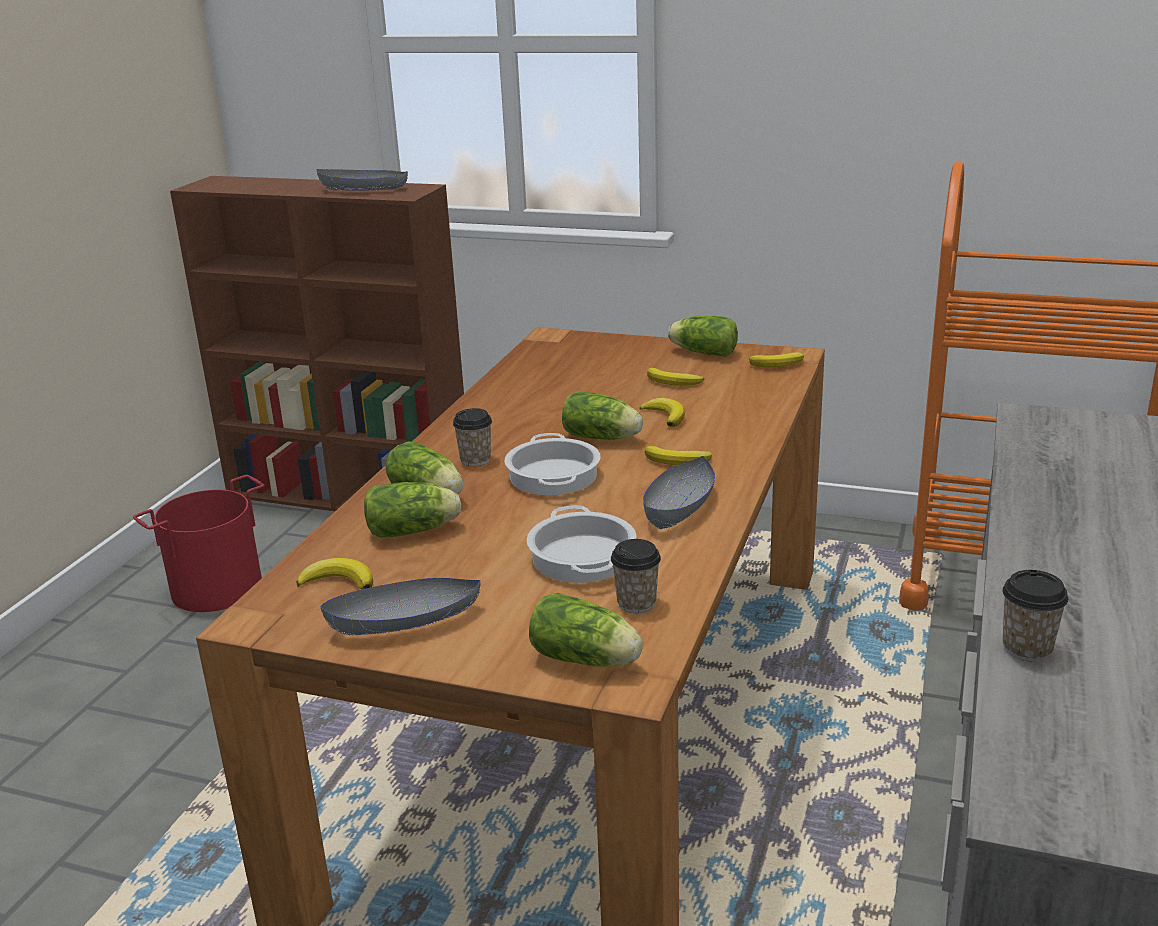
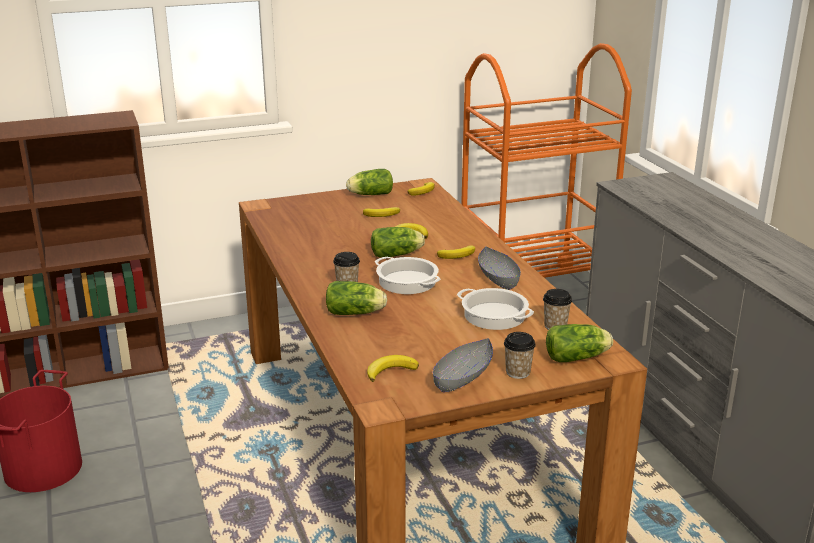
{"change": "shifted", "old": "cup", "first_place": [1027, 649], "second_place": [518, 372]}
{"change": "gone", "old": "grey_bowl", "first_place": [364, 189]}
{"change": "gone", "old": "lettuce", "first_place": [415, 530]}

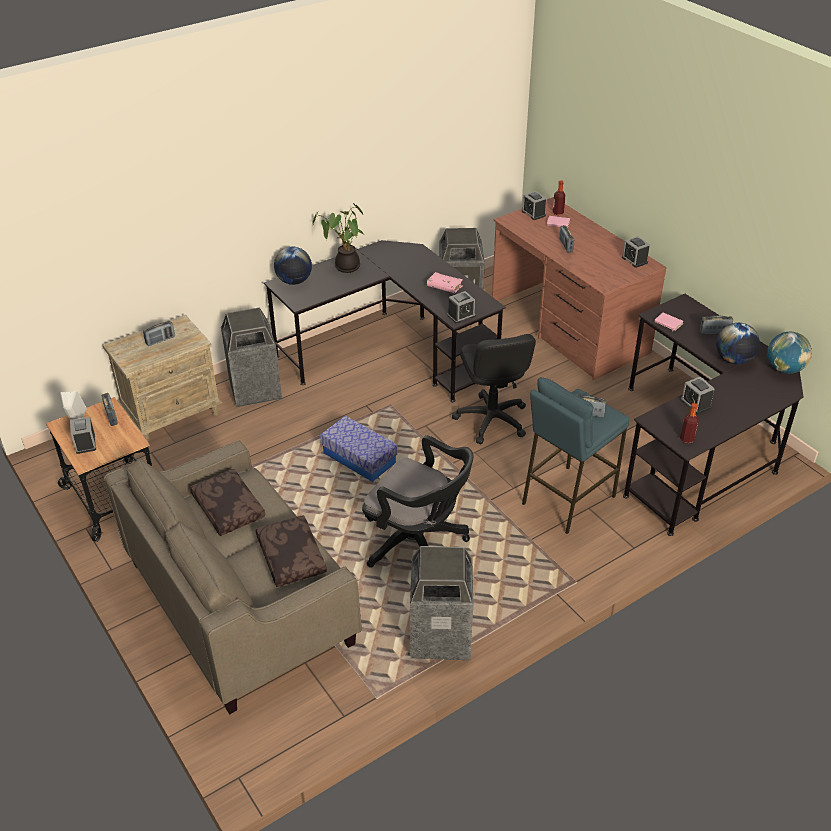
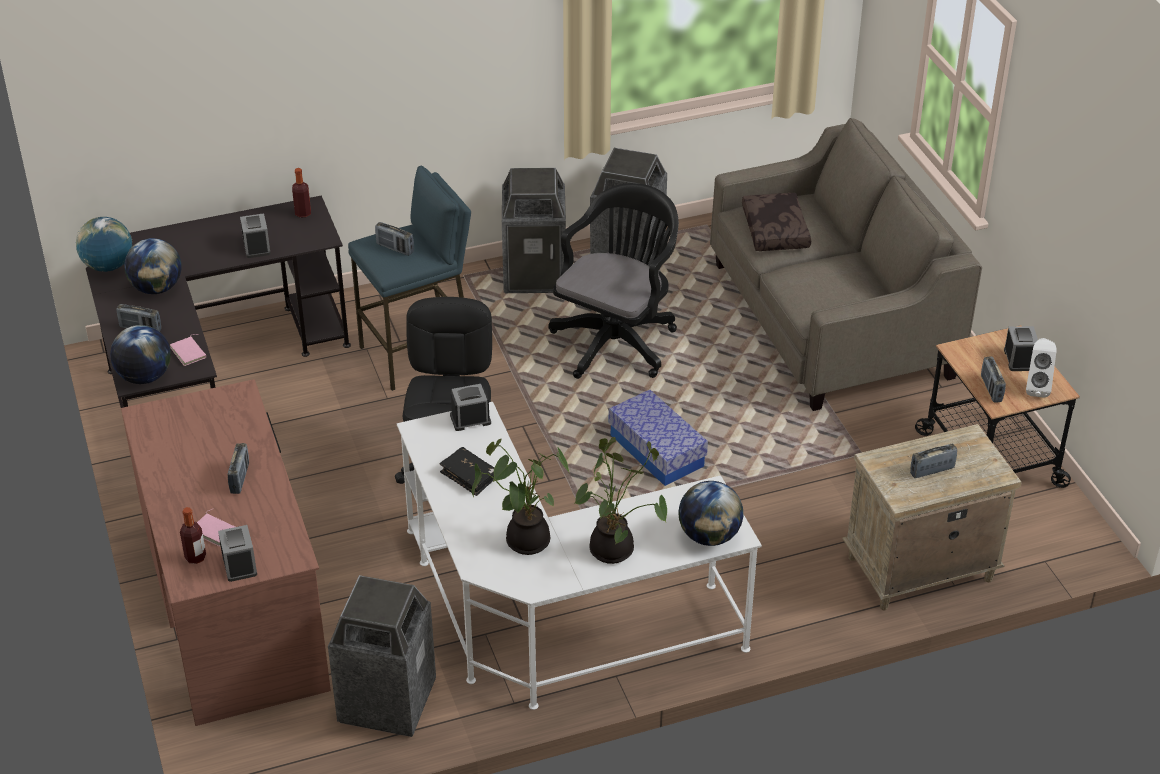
{"change": "new", "new": "globe", "second_place": [144, 377]}
{"change": "repainted", "old": "black_desk", "new": "white_desk", "first_place": [390, 352], "second_place": [554, 617]}
{"change": "repainted", "old": "pink_book", "new": "black_book", "first_place": [444, 287], "second_place": [469, 476]}
{"change": "new", "new": "potted_plant", "second_place": [524, 539]}
{"change": "shifted", "old": "trash_can", "first_place": [255, 390], "second_place": [535, 275]}
{"change": "rotated", "old": "black_office_chair", "first_place": [418, 544], "second_place": [617, 340], "degrees": 75}
{"change": "gone", "old": "brown_pillow", "first_place": [227, 508]}
{"change": "gone", "old": "alarm_clock", "first_place": [634, 260]}

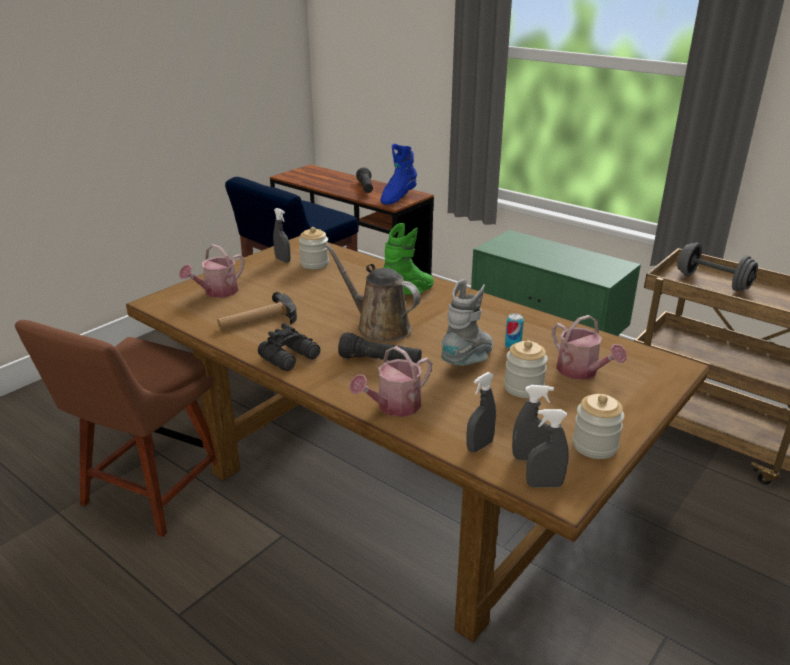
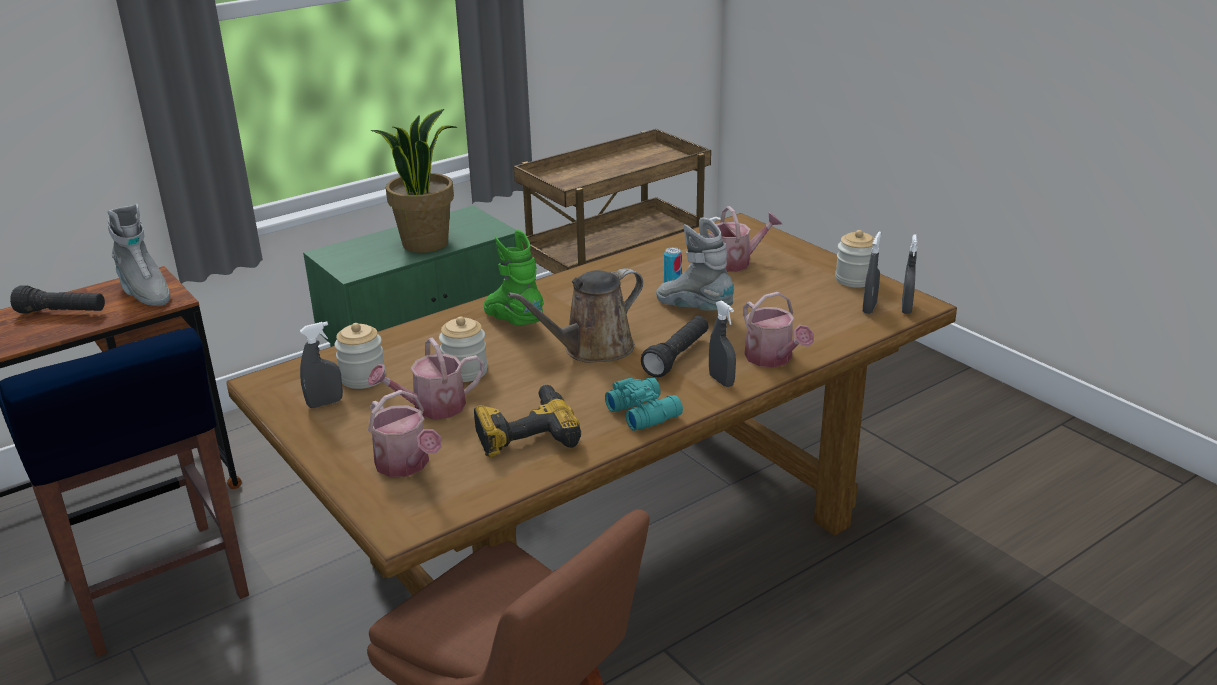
{"change": "repainted", "old": "blue_boot", "new": "grey_boot", "first_place": [397, 197], "second_place": [144, 292]}
{"change": "new", "new": "watering_can", "second_place": [432, 407]}
{"change": "new", "new": "potted_plant", "second_place": [425, 243]}
{"change": "shifted", "old": "jar", "first_place": [523, 388], "second_place": [465, 371]}
{"change": "swapped", "old": "hammer", "new": "power_drill", "first_place": [257, 320], "second_place": [525, 432]}
{"change": "repainted", "old": "black_binoculars", "new": "turquoise_binoculars", "first_place": [291, 357], "second_place": [644, 412]}
{"change": "shifted", "old": "grey_spray_bottle", "first_place": [479, 446], "second_place": [721, 381]}
{"change": "gone", "old": "grey_dumbbell", "first_place": [712, 282]}

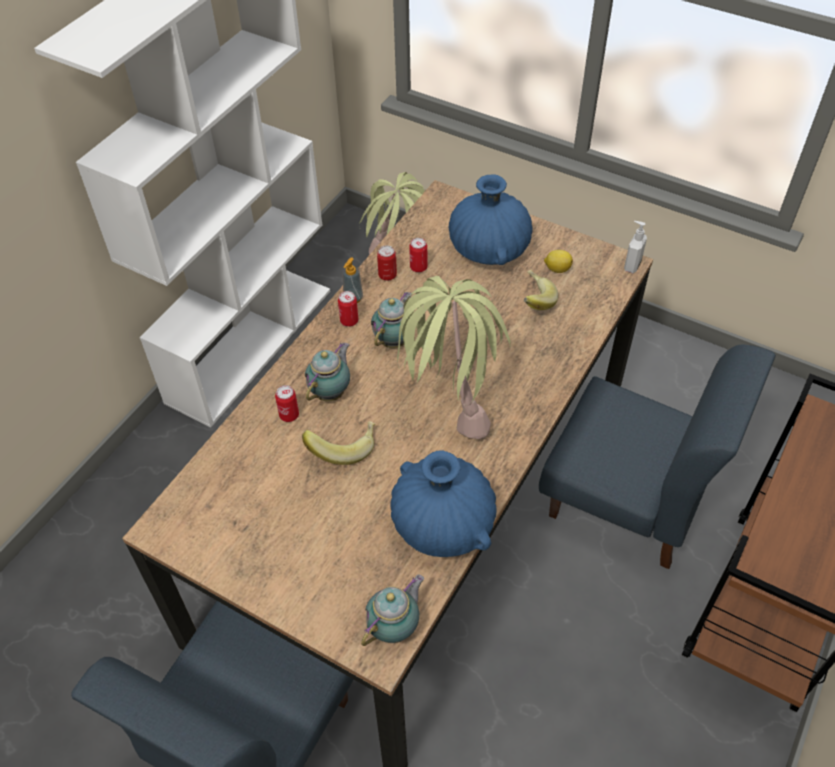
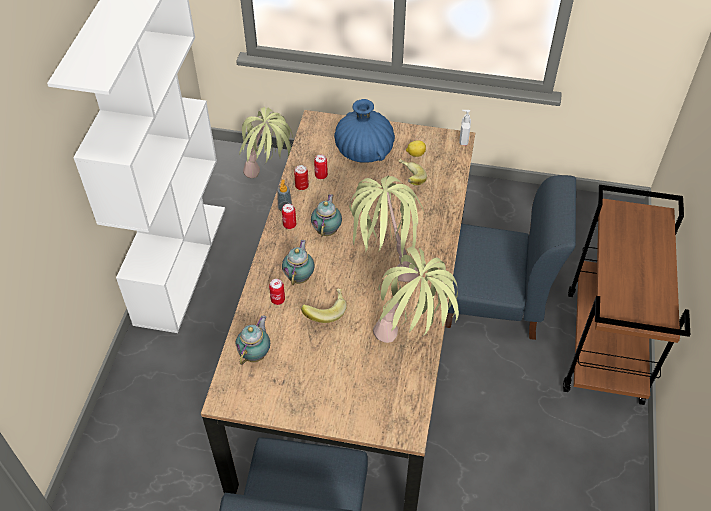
{"change": "shifted", "old": "teapot", "first_place": [395, 627], "second_place": [256, 353]}
{"change": "swapped", "old": "blue_vase", "new": "potted_plant", "first_place": [442, 525], "second_place": [412, 342]}

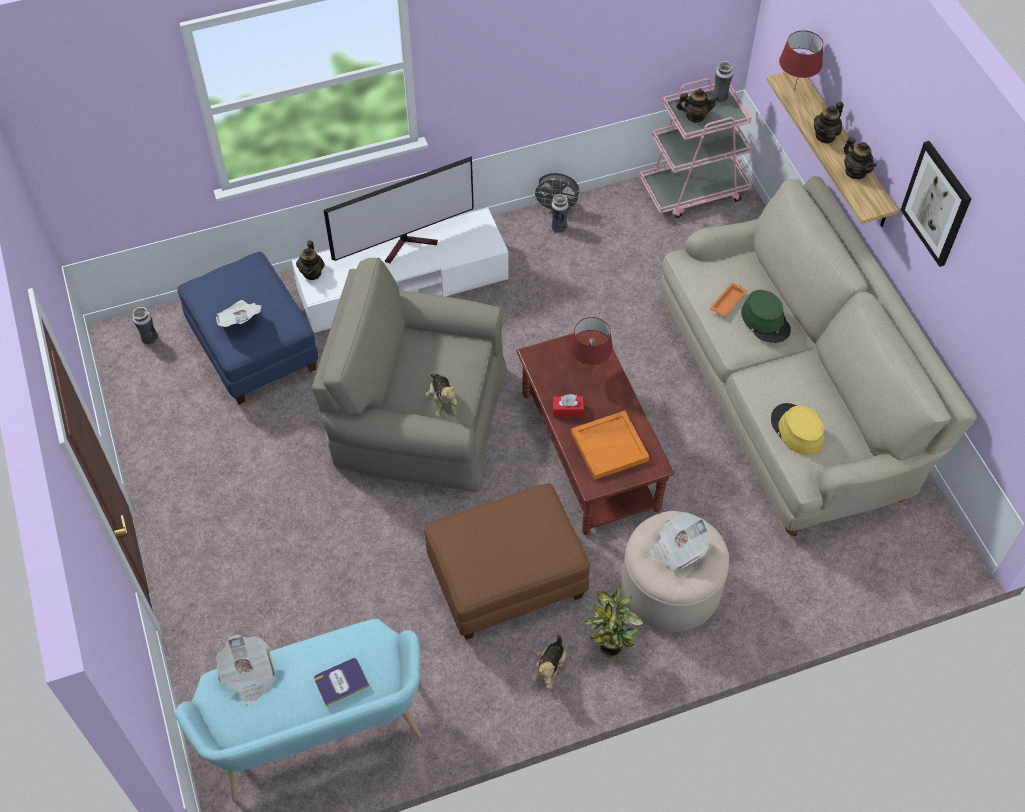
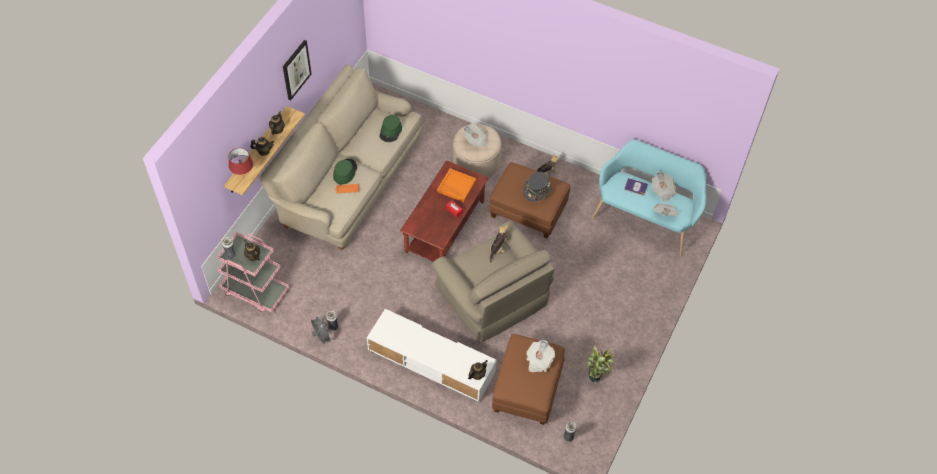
{"change": "repainted", "old": "yellow_hat", "new": "green_hat", "first_place": [796, 430], "second_place": [390, 131]}
{"change": "repainted", "old": "blue_ottoman", "new": "brown_ottoman", "first_place": [253, 348], "second_place": [527, 389]}
{"change": "new", "new": "grey_hat", "second_place": [537, 191]}
{"change": "shifted", "old": "potted_plant", "first_place": [609, 649], "second_place": [595, 377]}
{"change": "new", "new": "newspaper", "second_place": [662, 191]}
{"change": "gone", "old": "television", "first_place": [409, 244]}
{"change": "gone", "old": "red_table_lamp", "first_place": [589, 370]}

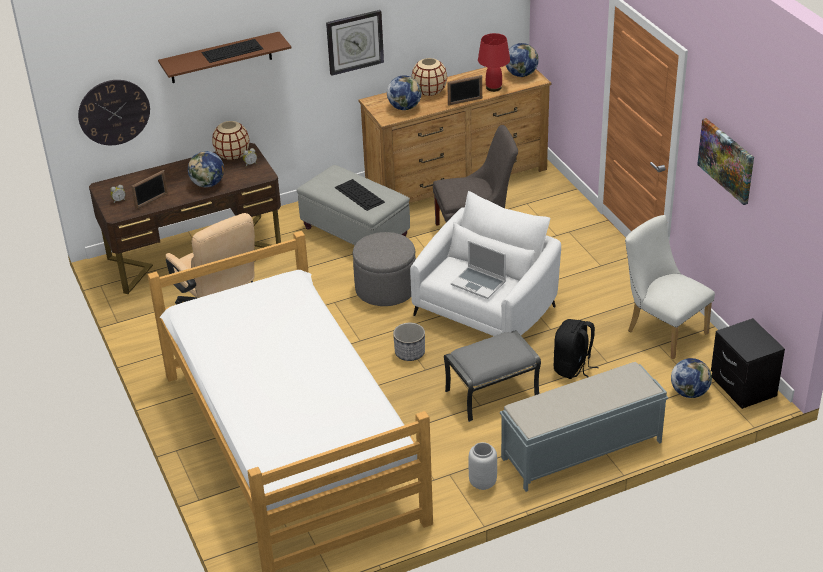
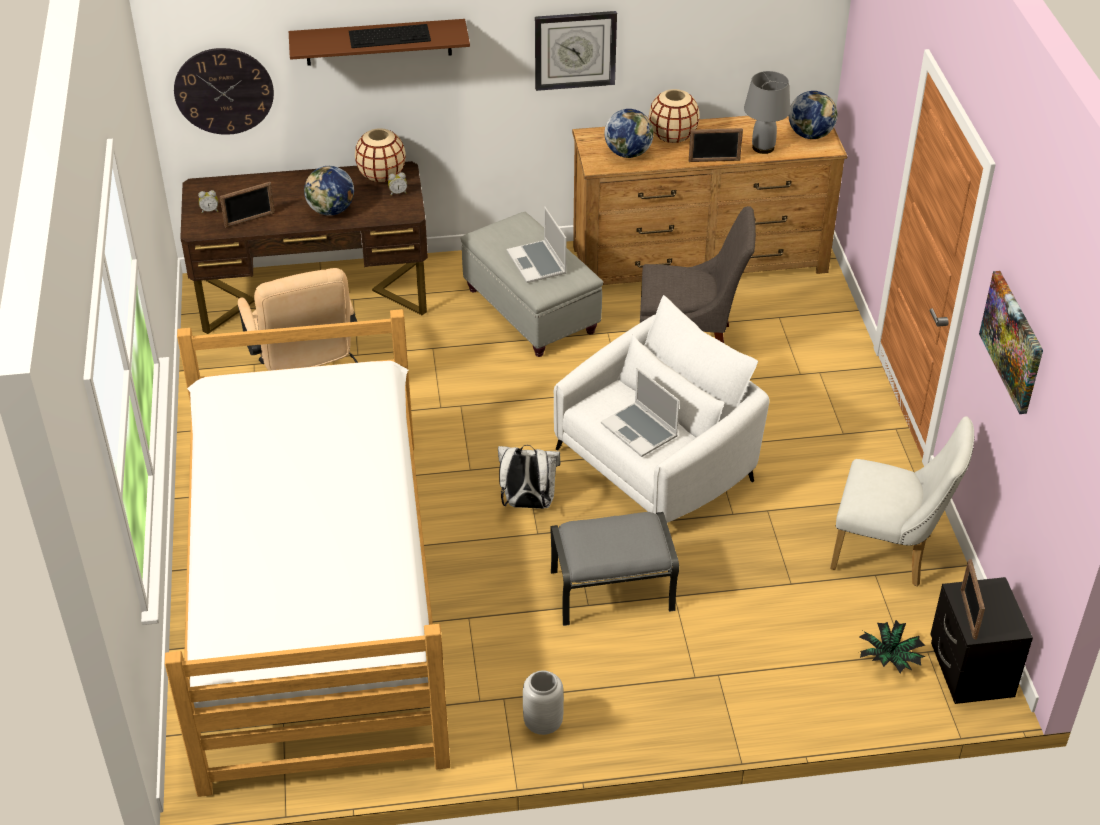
{"change": "swapped", "old": "planter", "new": "white_backpack", "first_place": [409, 353], "second_place": [527, 504]}
{"change": "swapped", "old": "keyboard", "new": "laptop", "first_place": [360, 195], "second_place": [538, 263]}
{"change": "repainted", "old": "red_table_lamp", "new": "grey_table_lamp", "first_place": [494, 87], "second_place": [763, 147]}
{"change": "rotated", "old": "white_chair", "first_place": [662, 330], "second_place": [889, 553], "degrees": 135}
{"change": "swapped", "old": "globe", "new": "potted_plant", "first_place": [689, 392], "second_place": [889, 659]}
{"change": "new", "new": "picture_frame", "second_place": [968, 614]}
{"change": "gone", "old": "grey_ottoman", "first_place": [386, 289]}
{"change": "gone", "old": "grey_bench", "first_place": [580, 450]}
{"change": "gone", "old": "black_backpack", "first_place": [573, 368]}

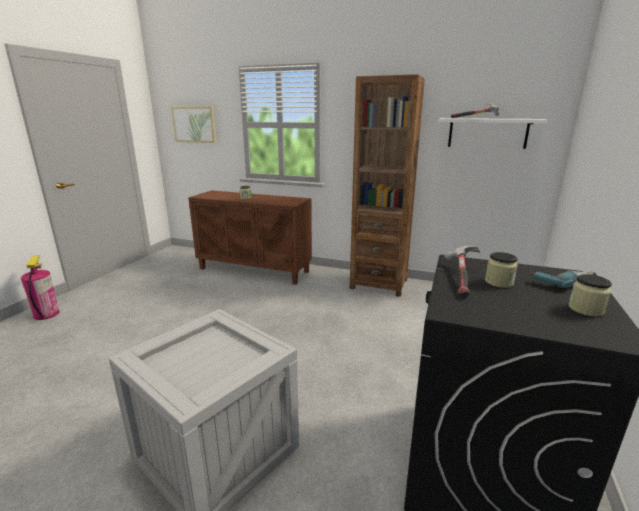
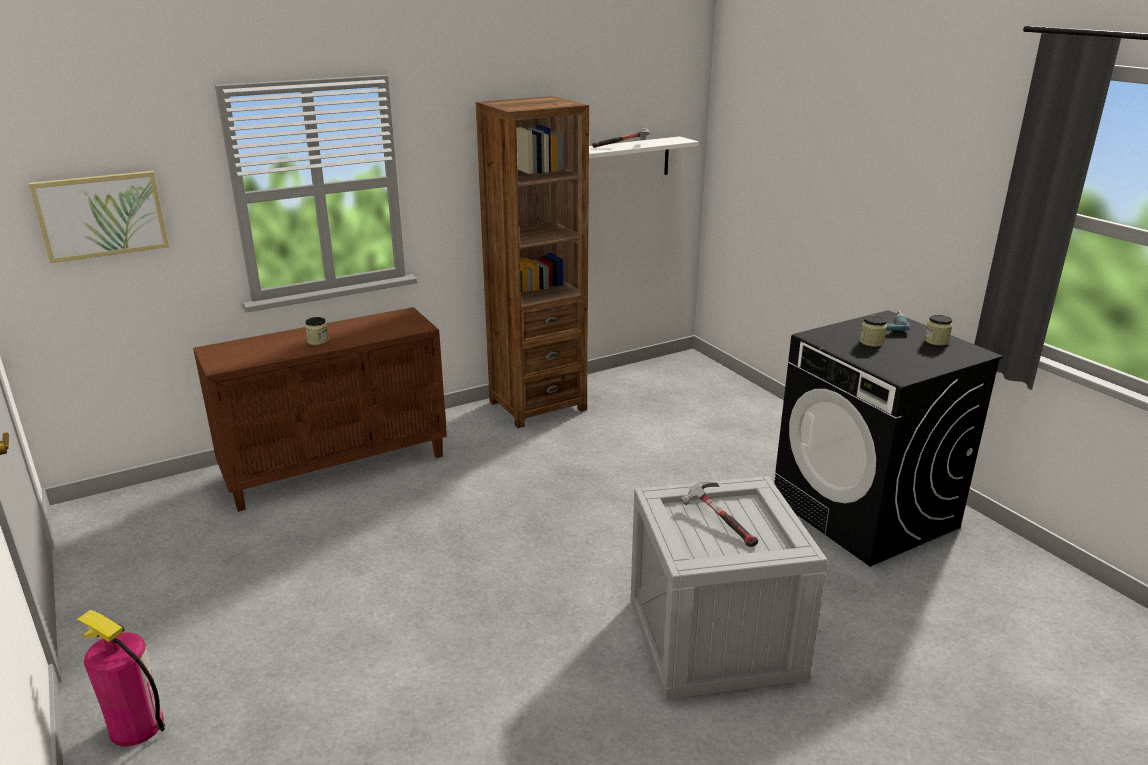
{"change": "shifted", "old": "hammer", "first_place": [460, 278], "second_place": [719, 522]}

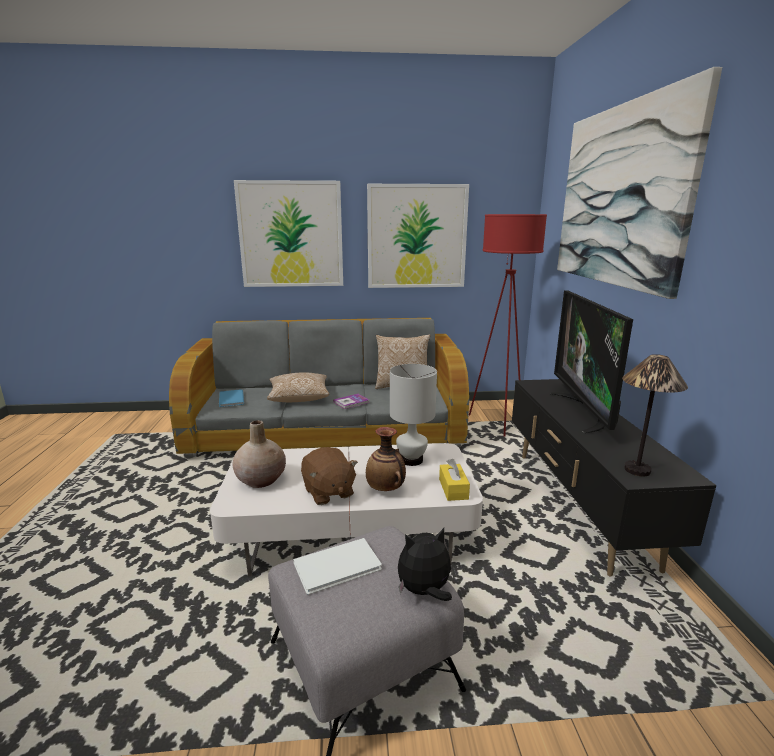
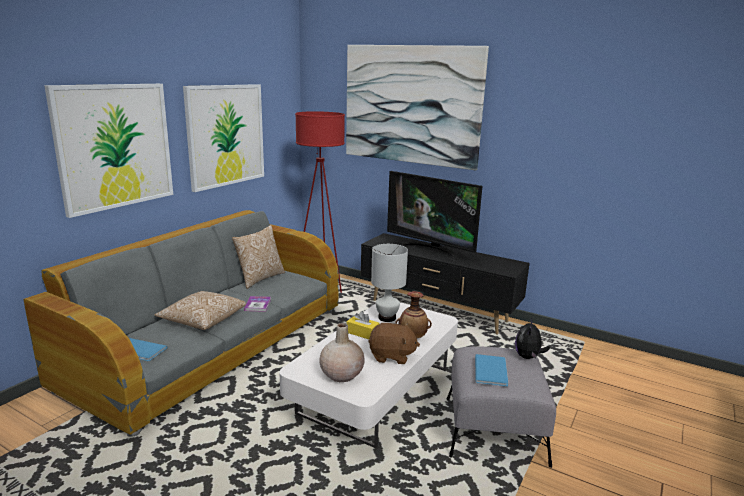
{"change": "shifted", "old": "yellow_tissue_box", "first_place": [453, 489], "second_place": [362, 333]}
{"change": "repainted", "old": "white_book", "new": "blue_book", "first_place": [340, 566], "second_place": [492, 370]}
{"change": "gone", "old": "table_lamp", "first_place": [636, 470]}

